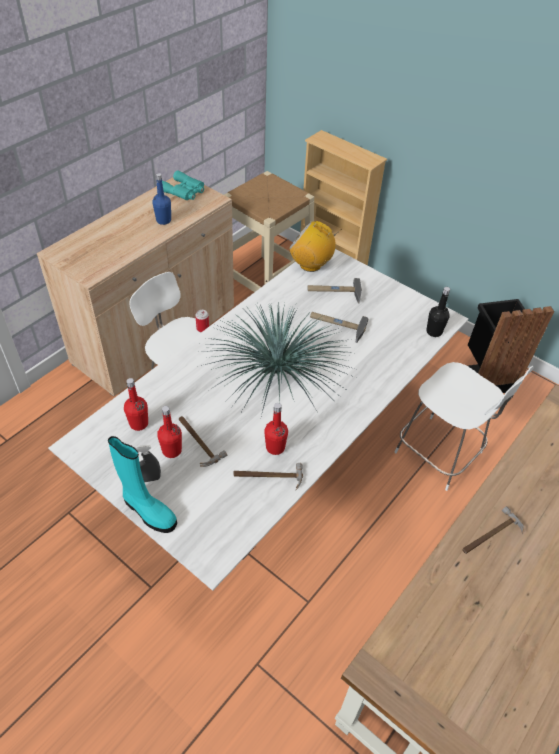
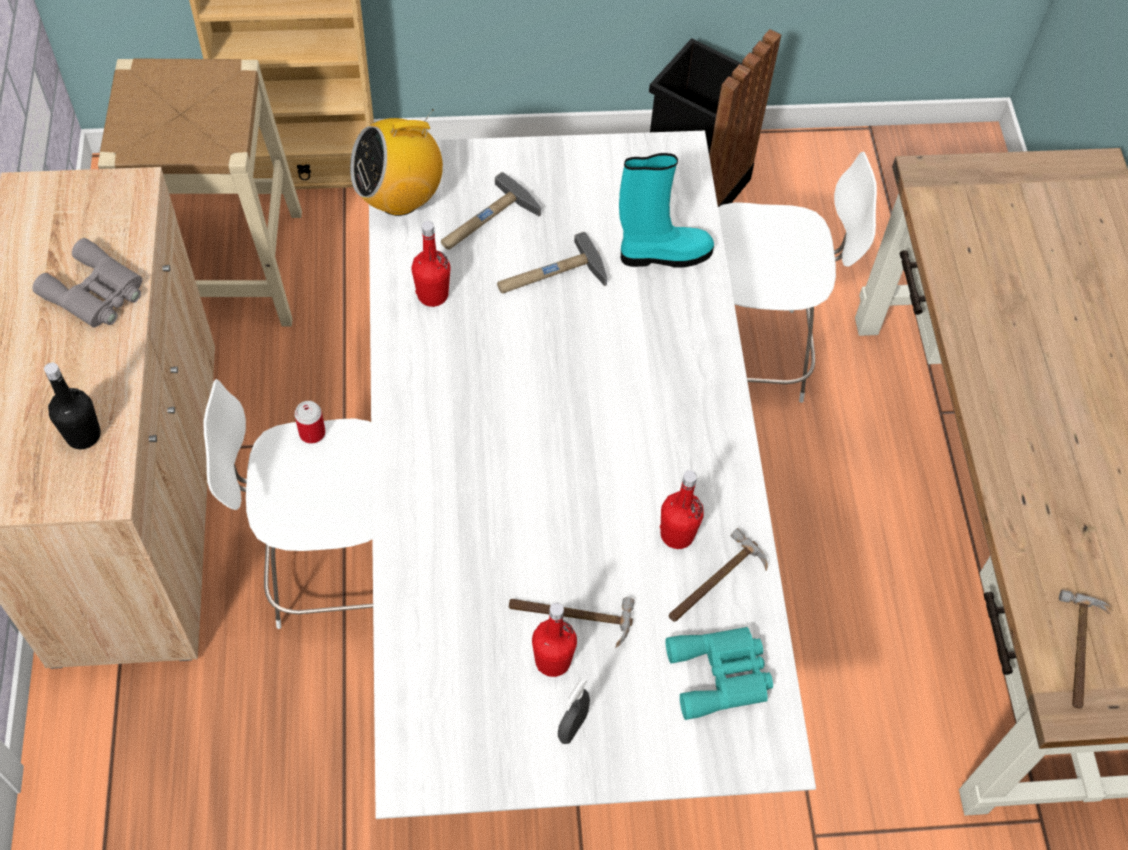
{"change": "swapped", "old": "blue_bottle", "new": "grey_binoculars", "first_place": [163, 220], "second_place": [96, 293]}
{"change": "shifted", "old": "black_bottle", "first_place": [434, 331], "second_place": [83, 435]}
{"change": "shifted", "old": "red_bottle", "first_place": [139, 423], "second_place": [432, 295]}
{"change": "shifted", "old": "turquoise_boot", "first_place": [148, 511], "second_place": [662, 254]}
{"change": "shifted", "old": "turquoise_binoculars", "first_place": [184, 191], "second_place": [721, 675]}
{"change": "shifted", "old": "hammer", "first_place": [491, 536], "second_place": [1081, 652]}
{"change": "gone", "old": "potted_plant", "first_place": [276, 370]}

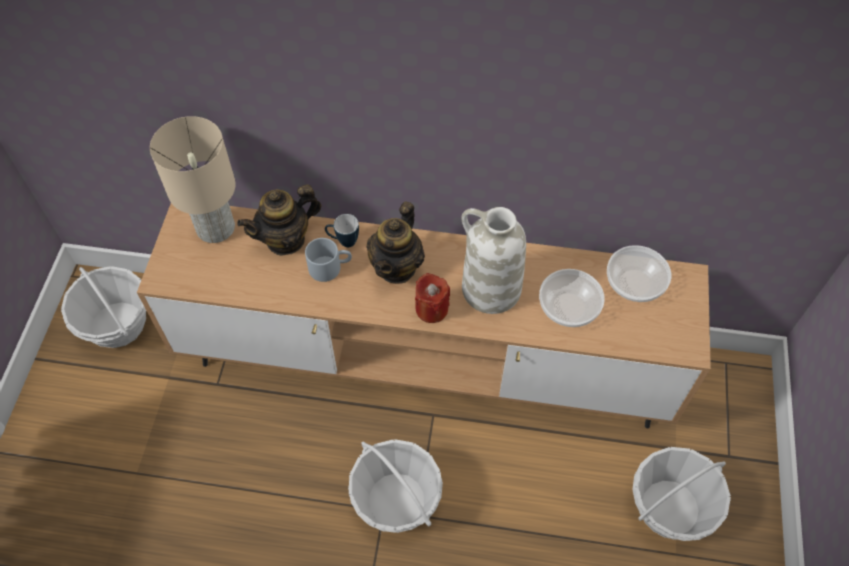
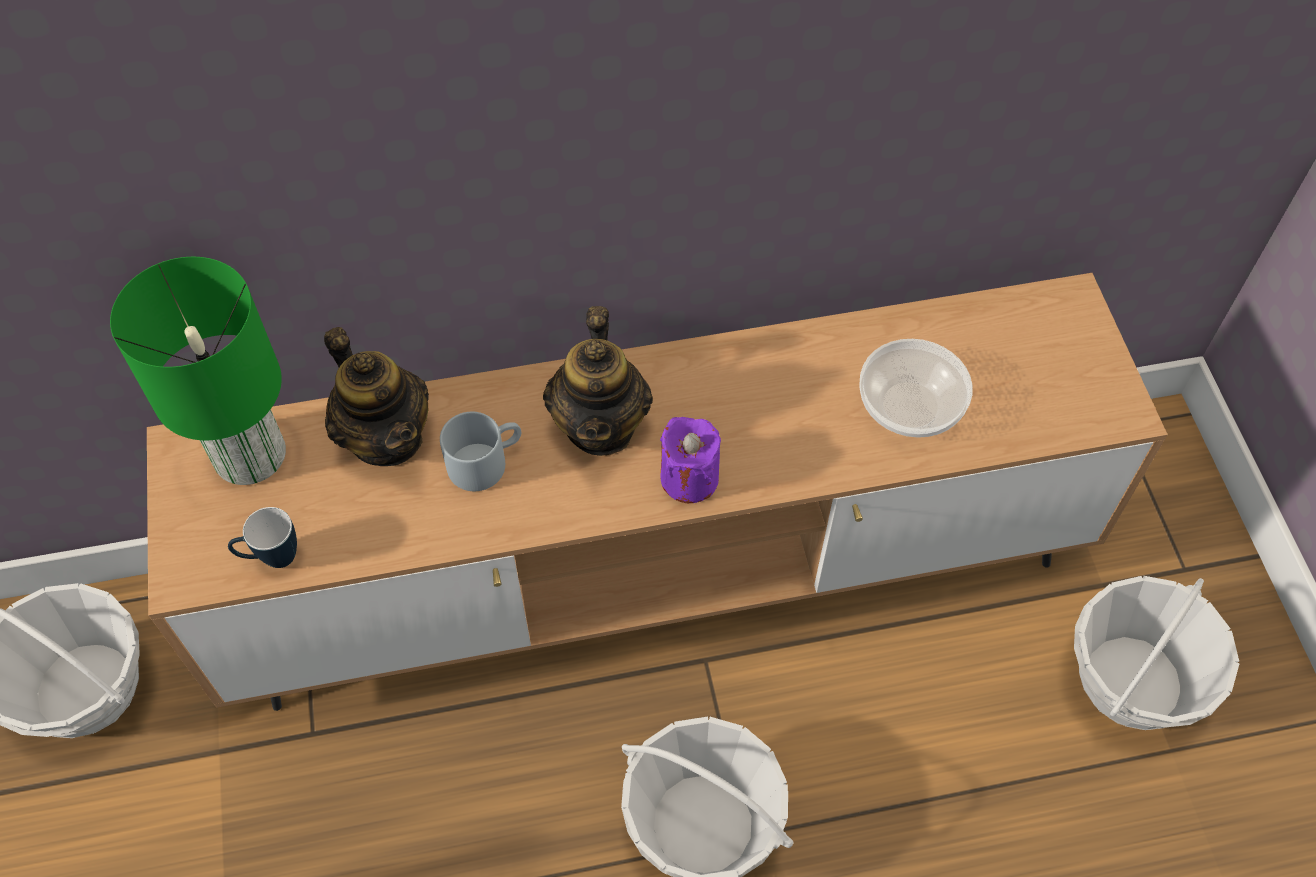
{"change": "repainted", "old": "beige_table_lamp", "new": "green_table_lamp", "first_place": [214, 227], "second_place": [248, 454]}
{"change": "shifted", "old": "mug", "first_place": [343, 241], "second_place": [271, 558]}
{"change": "rotated", "old": "teapot", "first_place": [286, 239], "second_place": [387, 437], "degrees": -75}
{"change": "repainted", "old": "red_candle", "new": "purple_candle", "first_place": [431, 309], "second_place": [689, 478]}
{"change": "gone", "old": "white_vase", "first_place": [490, 289]}
{"change": "gone", "old": "bowl", "first_place": [634, 284]}

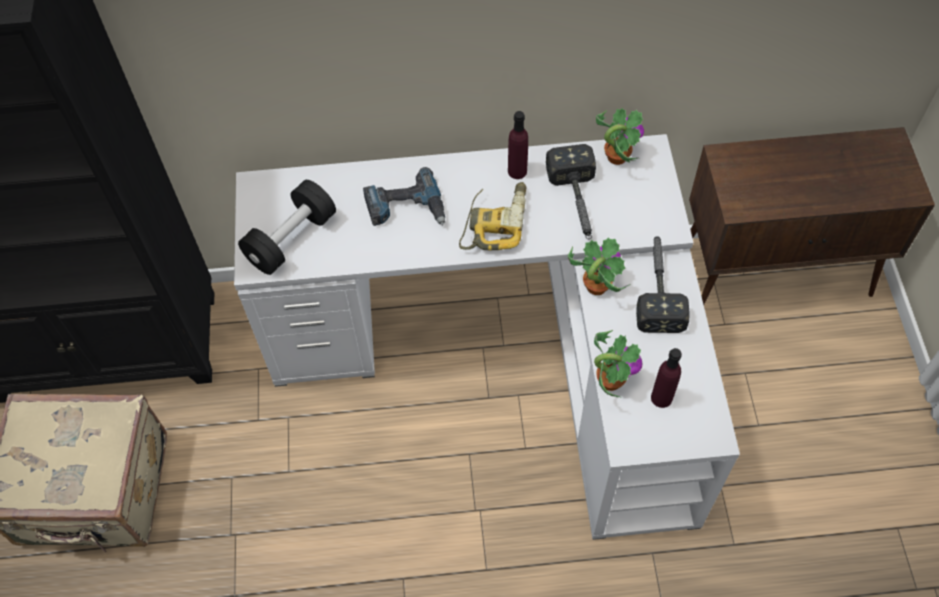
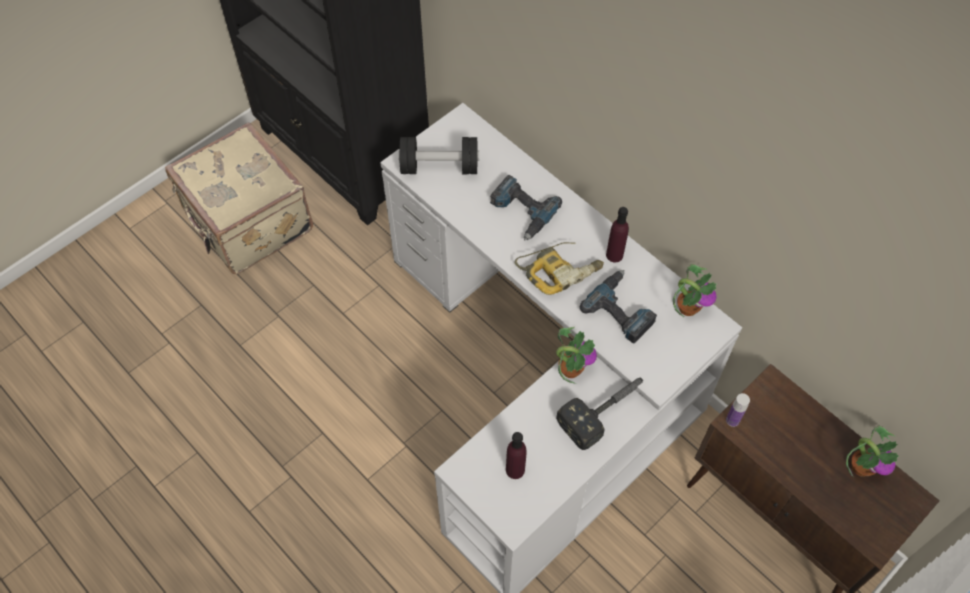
{"change": "swapped", "old": "hammer", "new": "power_drill", "first_place": [577, 203], "second_place": [622, 309]}
{"change": "new", "new": "bottle", "second_place": [732, 420]}
{"change": "shifted", "old": "potted_plant", "first_place": [610, 380], "second_place": [861, 466]}

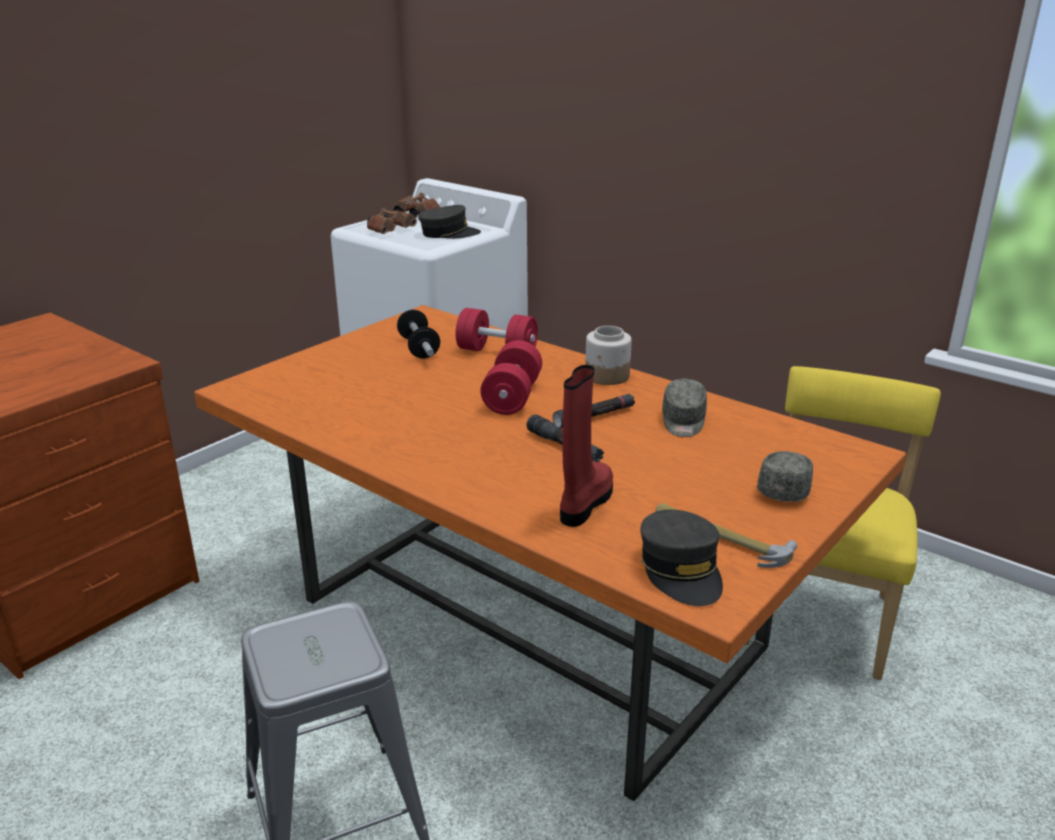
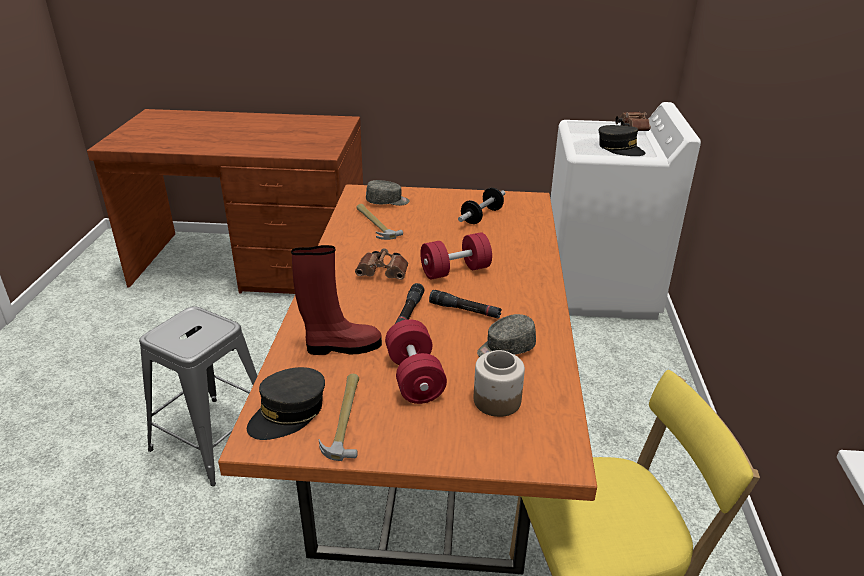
{"change": "shifted", "old": "brown_binoculars", "first_place": [392, 231], "second_place": [384, 274]}
{"change": "new", "new": "hammer", "second_place": [375, 224]}
{"change": "shifted", "old": "grey_cap", "first_place": [785, 488], "second_place": [387, 202]}
{"change": "shifted", "old": "red_dumbbell", "first_place": [497, 352], "second_place": [414, 378]}
{"change": "shifted", "old": "jar", "first_place": [607, 376], "second_place": [496, 401]}

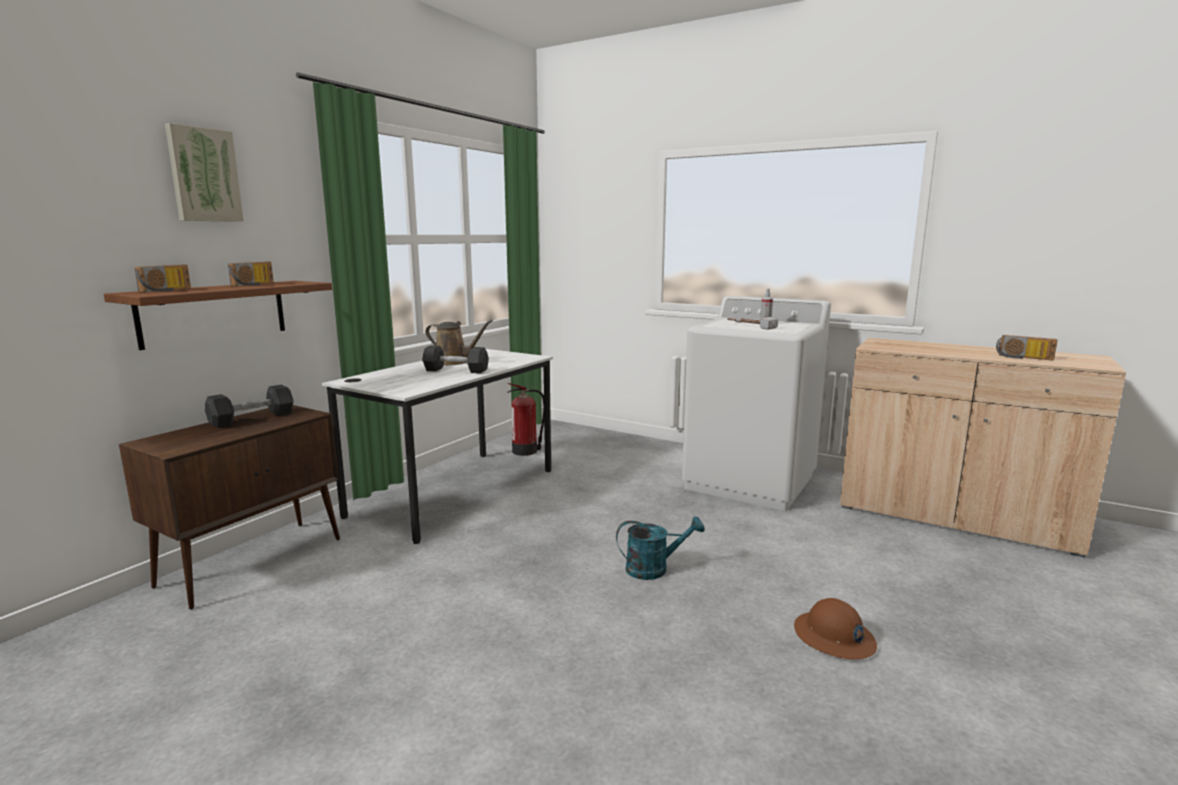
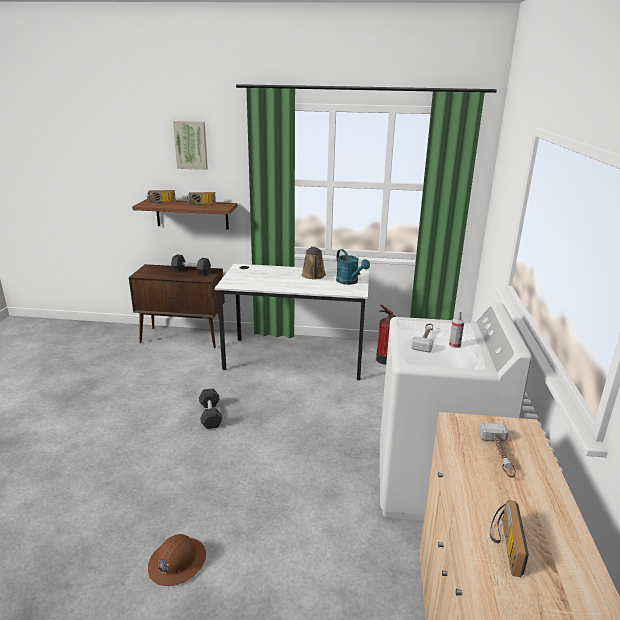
{"change": "shifted", "old": "black_dumbbell", "first_place": [456, 370], "second_place": [210, 415]}
{"change": "shifted", "old": "turquoise_watering_can", "first_place": [654, 569], "second_place": [350, 282]}
{"change": "new", "new": "hammer", "second_place": [500, 456]}

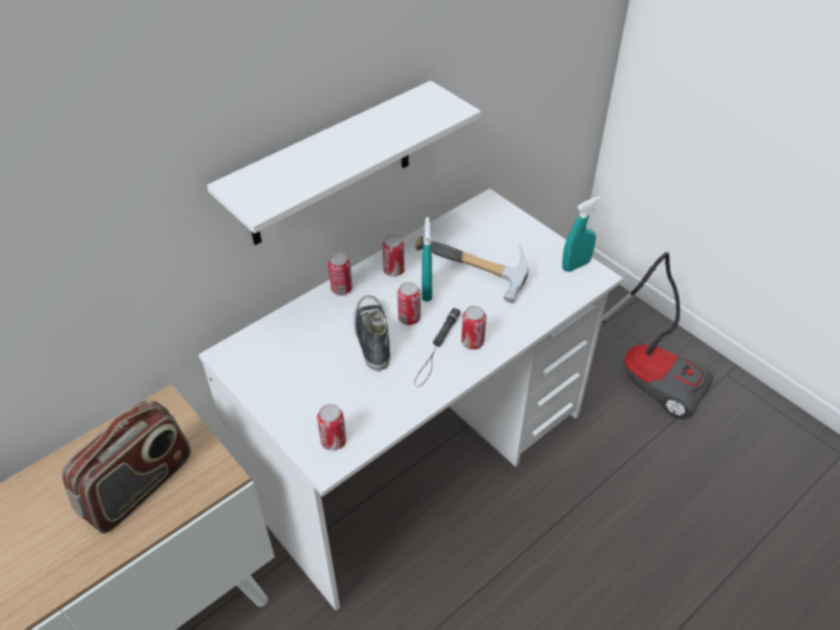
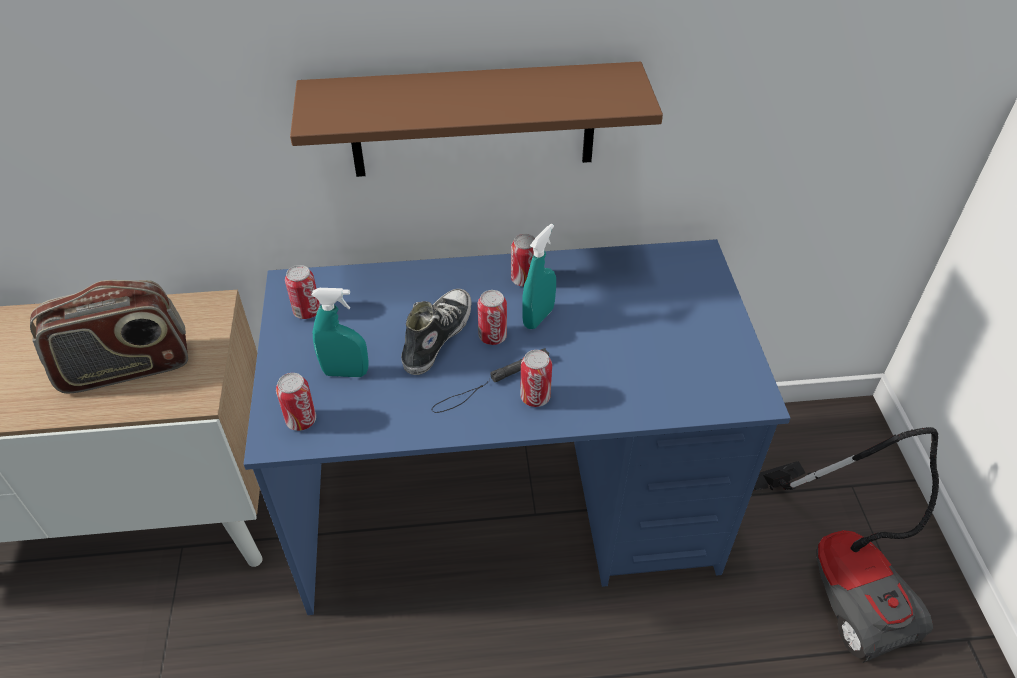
{"change": "repainted", "old": "white_desk", "new": "blue_desk", "first_place": [419, 456], "second_place": [509, 513]}
{"change": "shifted", "old": "can", "first_place": [341, 289], "second_place": [307, 311]}
{"change": "repainted", "old": "white_shelf", "new": "brown_shelf", "first_place": [330, 166], "second_place": [473, 120]}
{"change": "shifted", "old": "turquoise_spray_bottle", "first_place": [575, 265], "second_place": [345, 372]}
{"change": "gone", "old": "hammer", "first_place": [472, 274]}

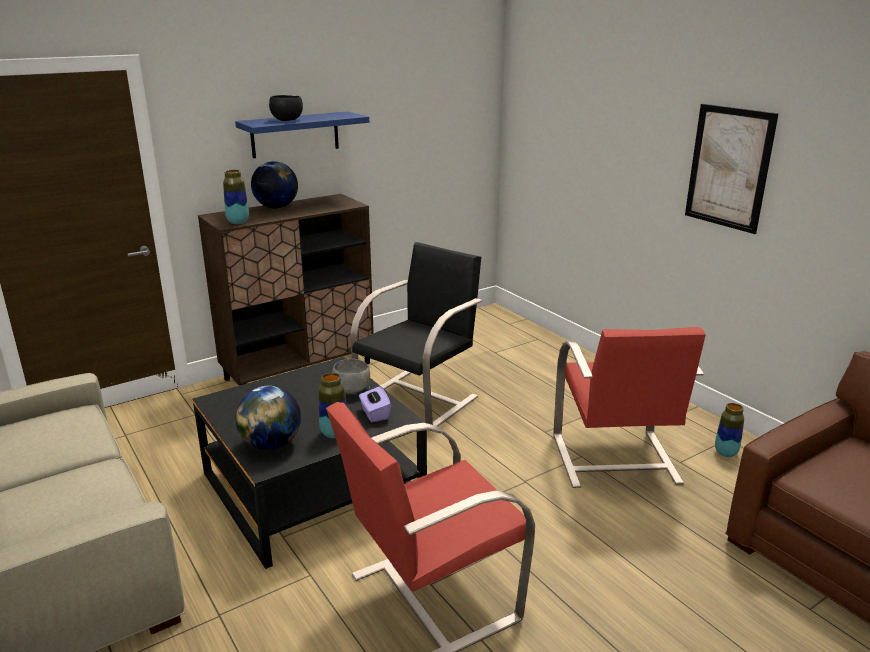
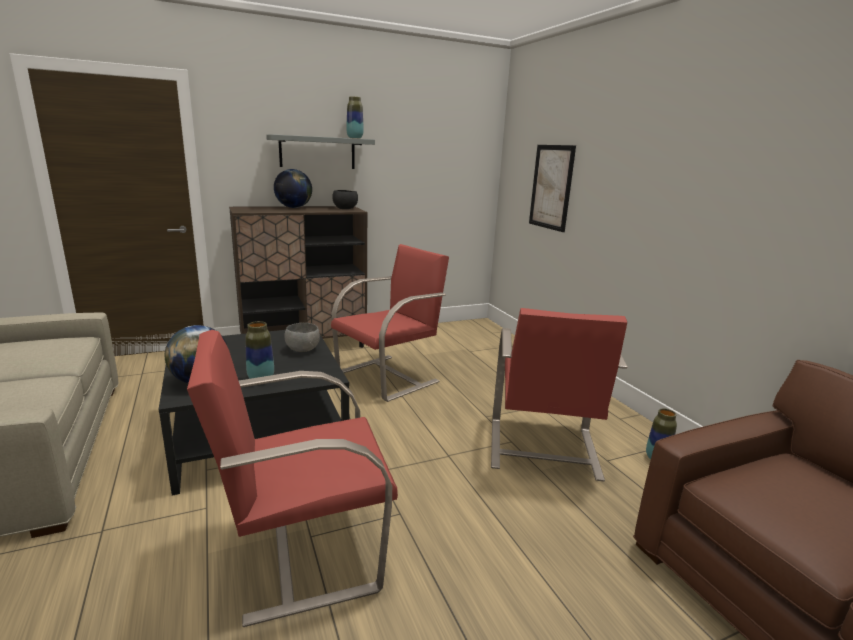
{"change": "repainted", "old": "blue_shelf", "new": "grey_shelf", "first_place": [295, 134], "second_place": [317, 152]}
{"change": "repainted", "old": "black_armchair", "new": "red_armchair", "first_place": [419, 398], "second_place": [388, 377]}
{"change": "shifted", "old": "black_bowl", "first_place": [286, 120], "second_place": [345, 209]}
{"change": "shifted", "old": "vase", "first_place": [238, 222], "second_place": [355, 138]}
{"change": "shifted", "old": "picture", "first_place": [729, 167], "second_place": [551, 187]}
{"change": "gone", "old": "purple_tissue_box", "first_place": [375, 414]}

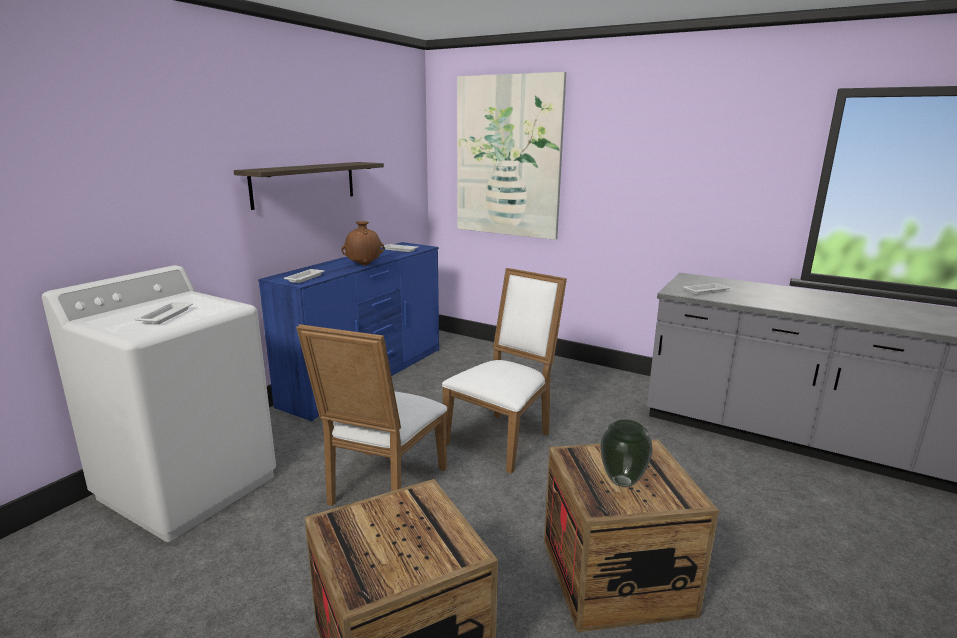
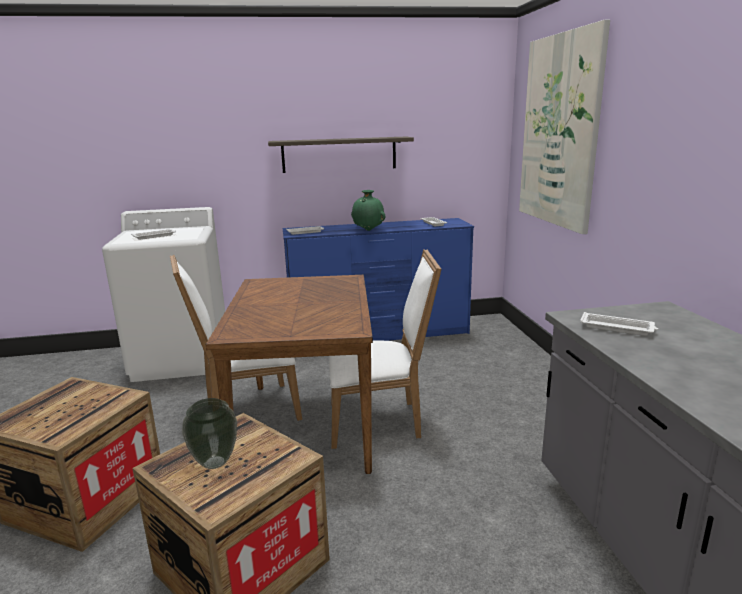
{"change": "new", "new": "brown_dining_table", "second_place": [307, 424]}
{"change": "repainted", "old": "brown_vase", "new": "green_vase", "first_place": [364, 265], "second_place": [368, 230]}

